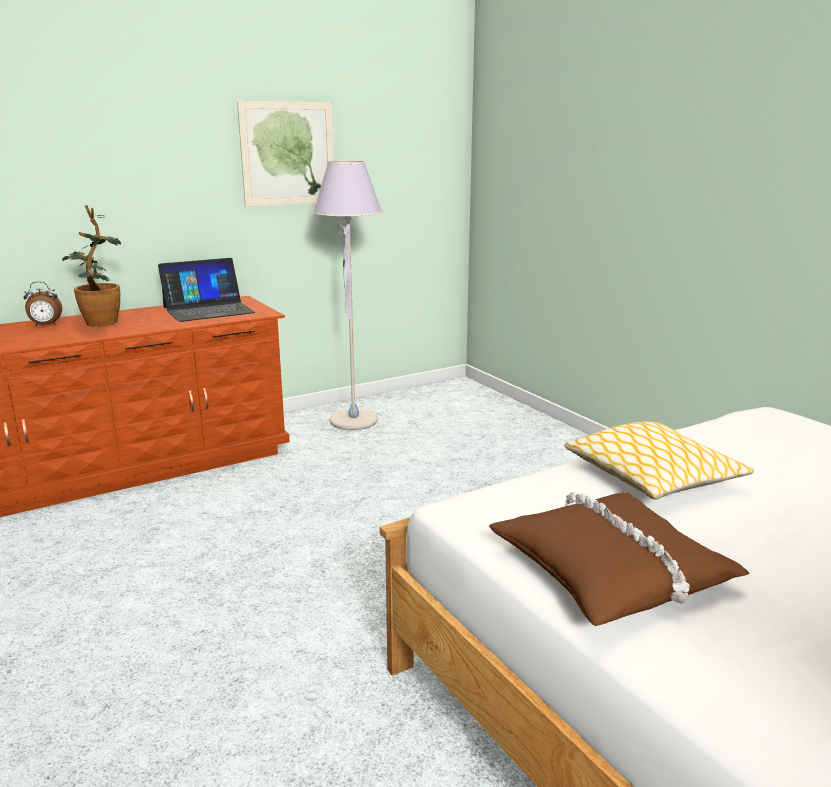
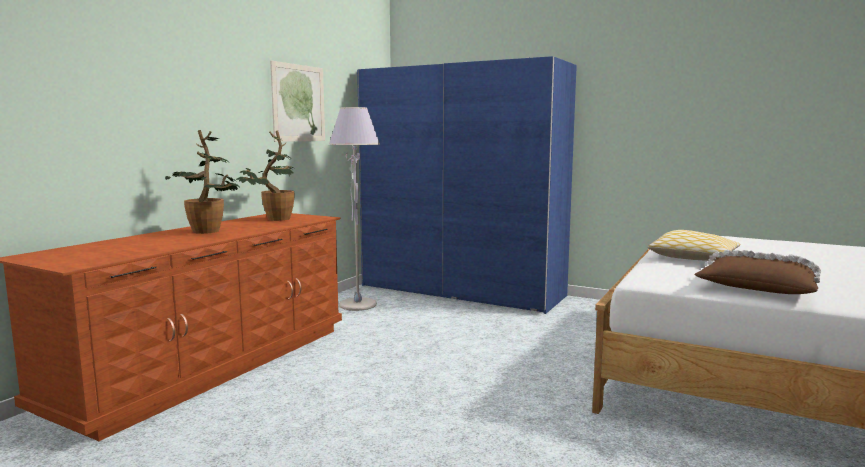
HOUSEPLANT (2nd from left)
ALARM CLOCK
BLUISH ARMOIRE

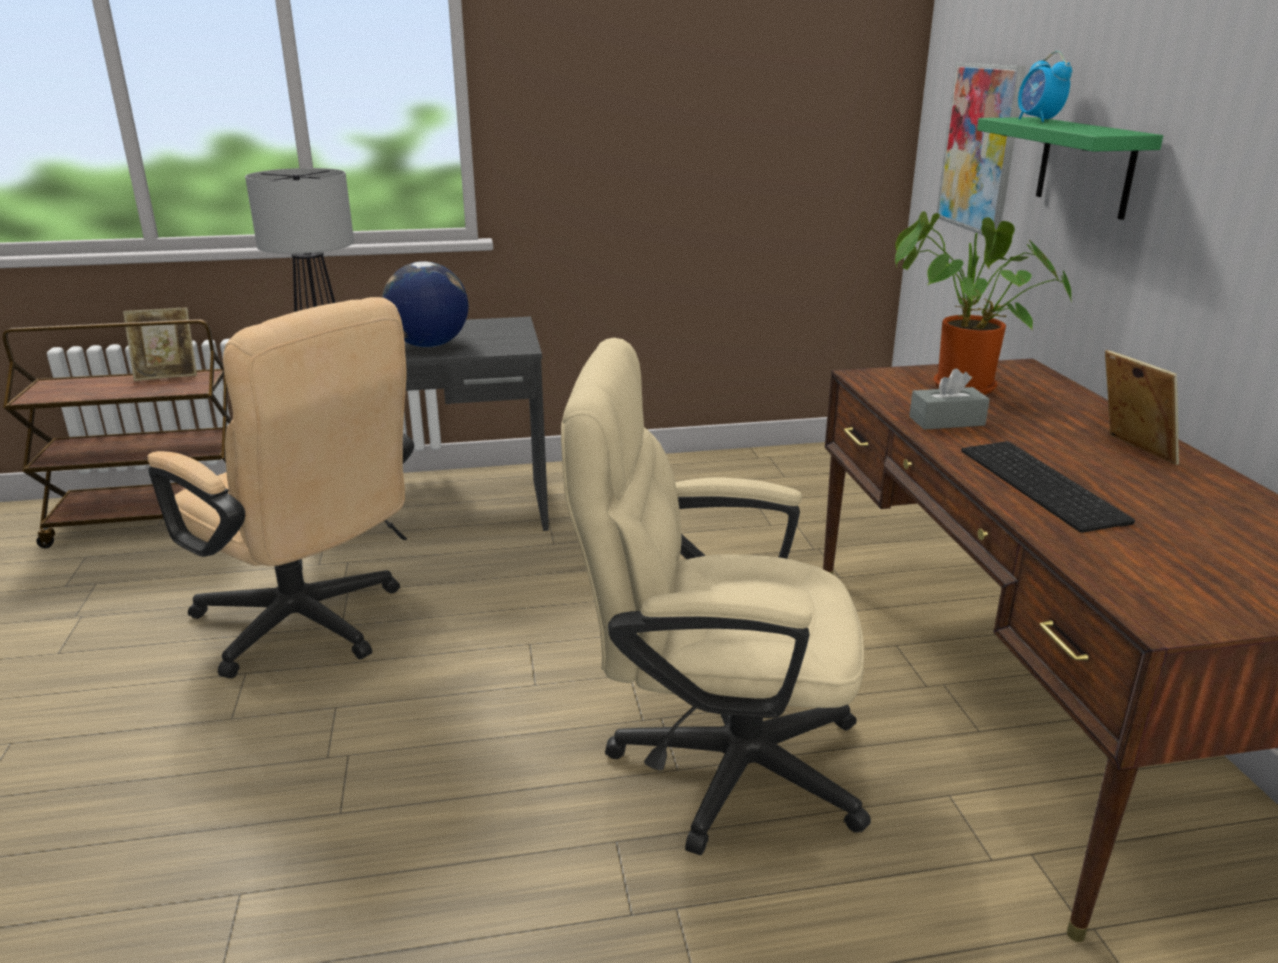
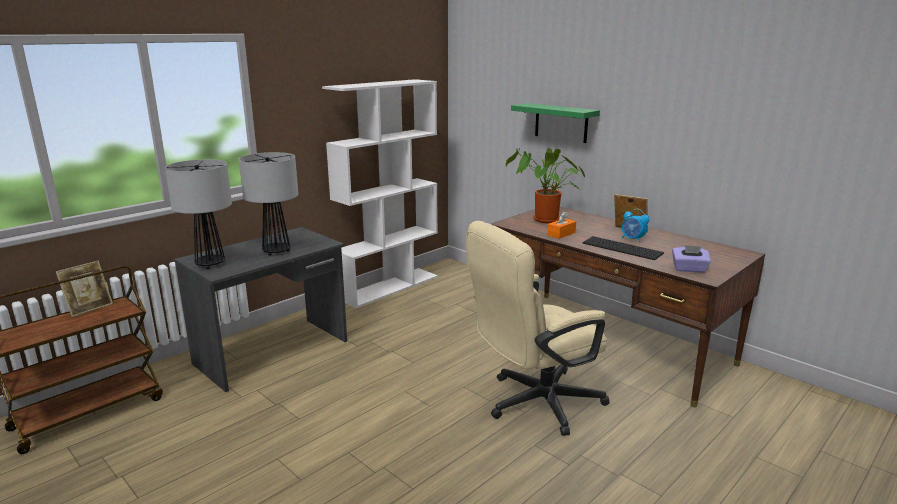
ALARM CLOCK
WALL PICTURE
LAMP FOR A TABLE (2nd from left)
SAND-COLOURED OFFICE CHAIR (1st from left in the first image)
ORANGEY BOX OF TISSUES
WHITISH SHELVING UNIT
PURPLE-COLOURED BOX OF TISSUES

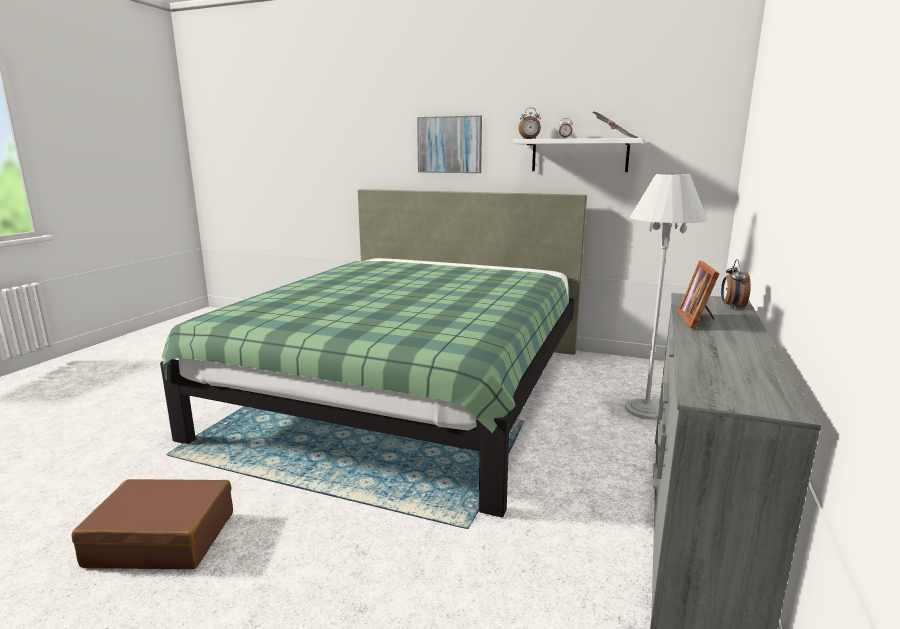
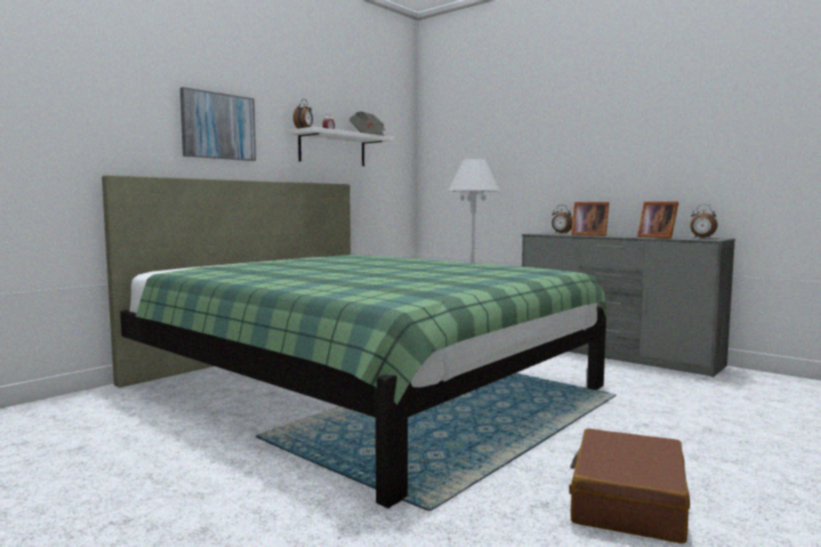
PICTURE FRAME (2nd from left)
ALARM CLOCK (4th from left)

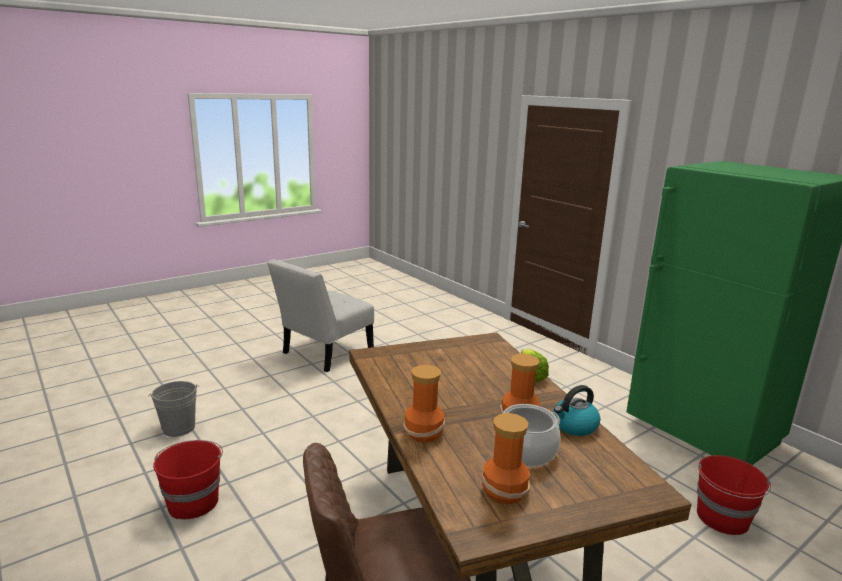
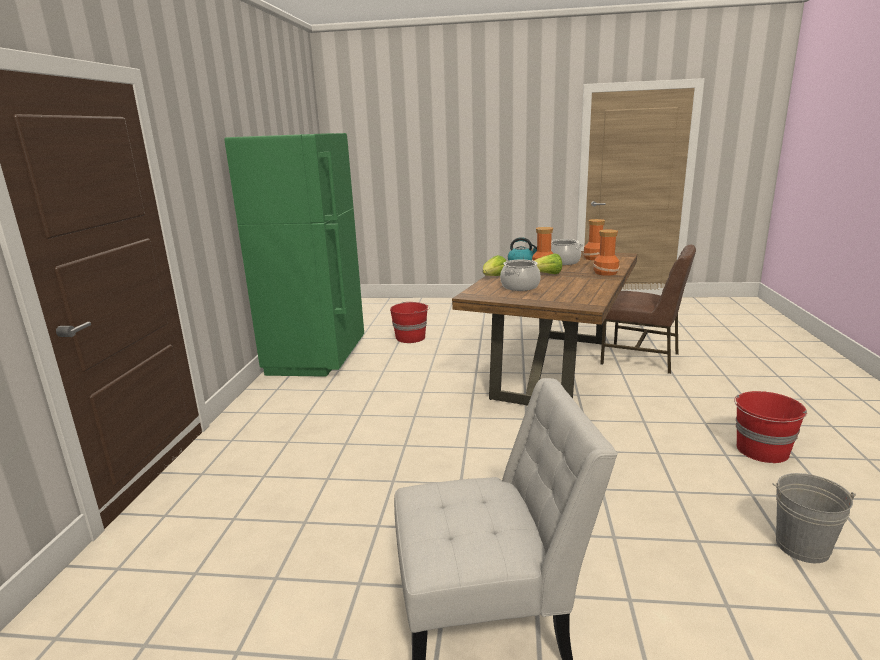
LETTUCE (2nd from left)
SAUCEPOT (1st from left)

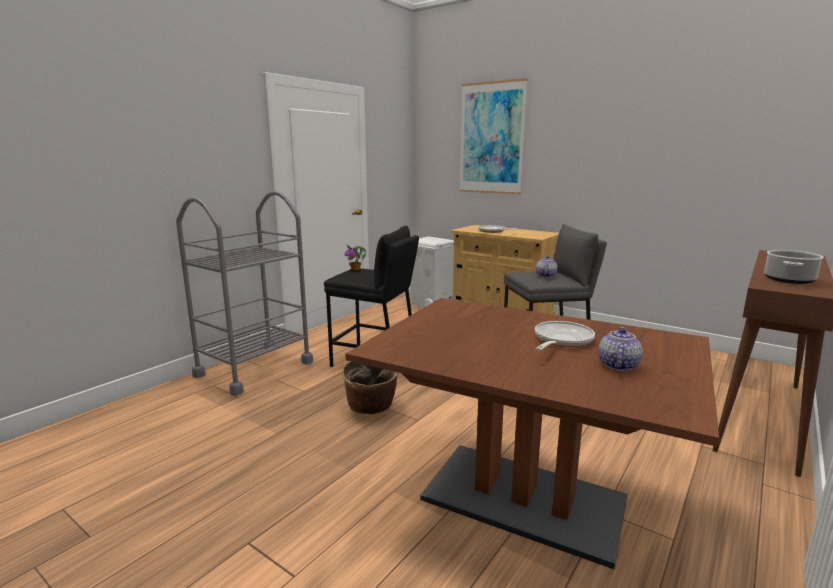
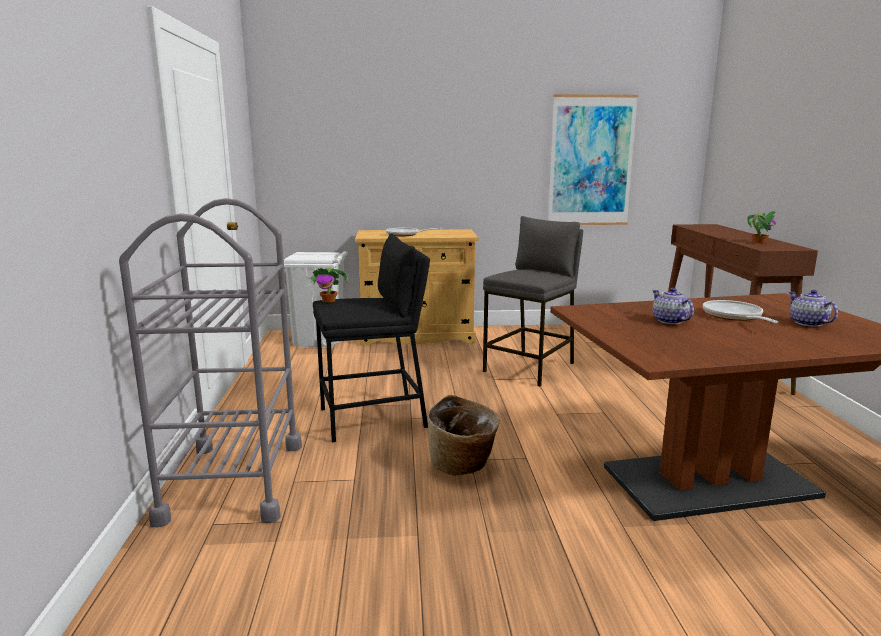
WALL PICTURE
HOUSEPLANT (2nd from left)
TEA POT (1st from left)

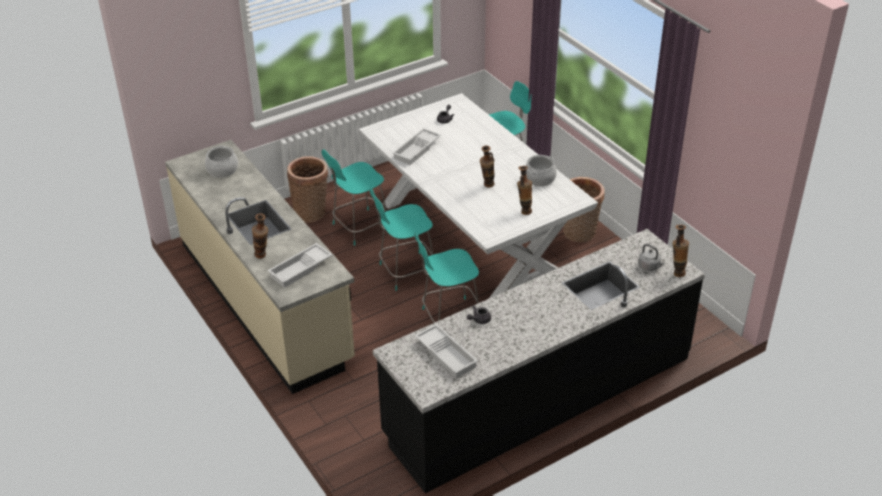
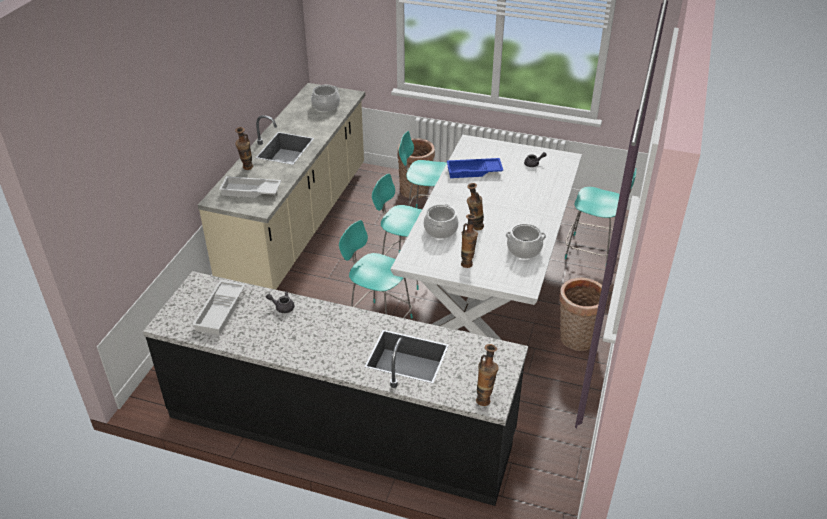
BLUISH TRAY
GREY TEA KETTLE
SAUCEPOT (2nd from left)

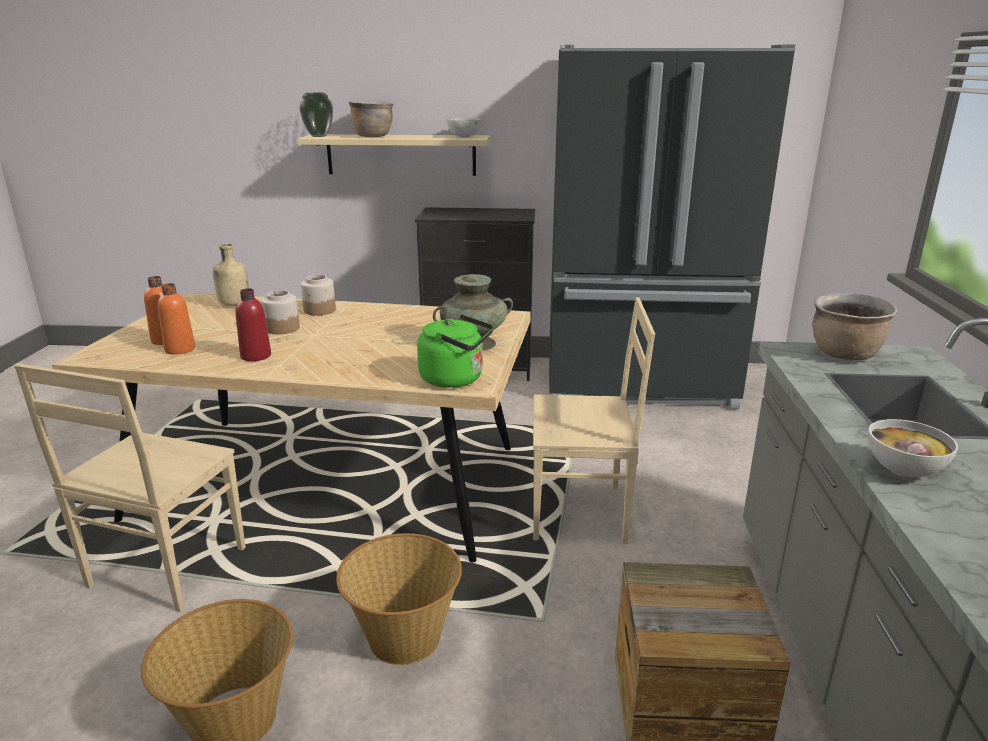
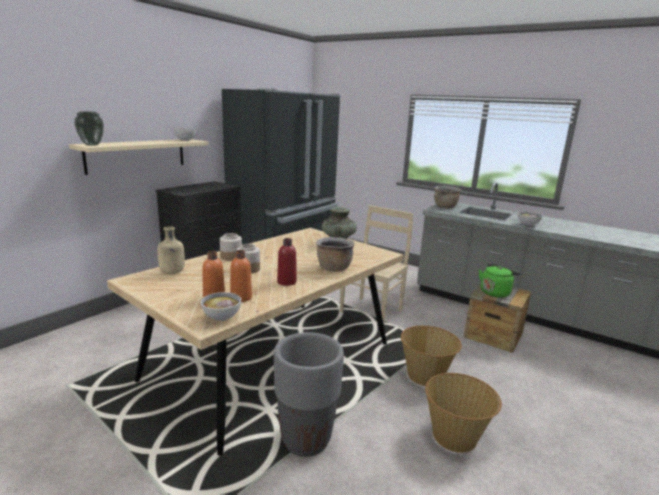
BROWN SAUCEPOT (1st from left)
GREEN TEA KETTLE
GREY FLOWER POT
SERVING BOWL (2nd from left)

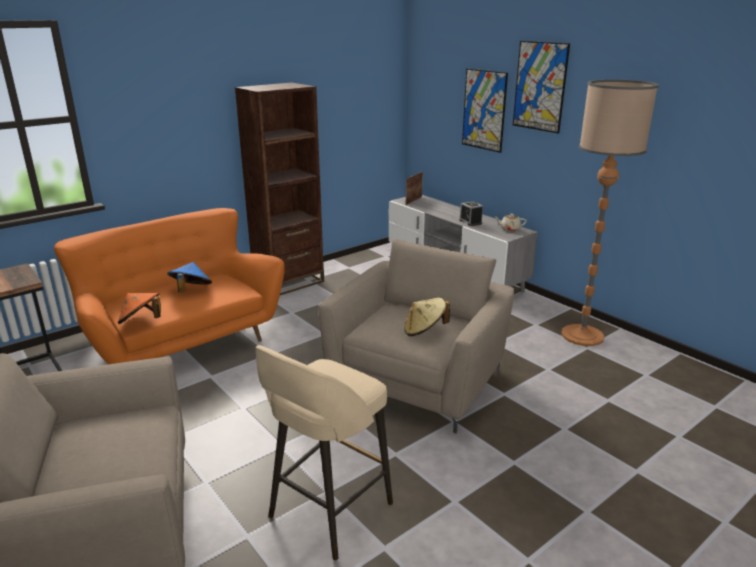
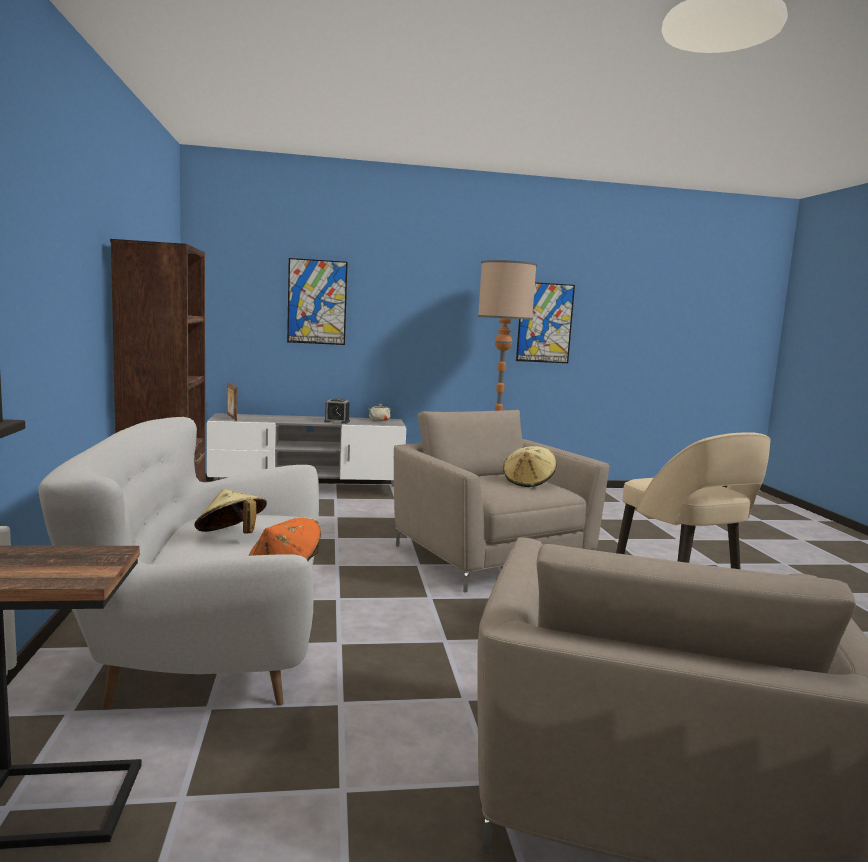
WALL PICTURE (2nd from left)
WHITISH SETTEE
SAND-COLOURED HAT (1st from left)

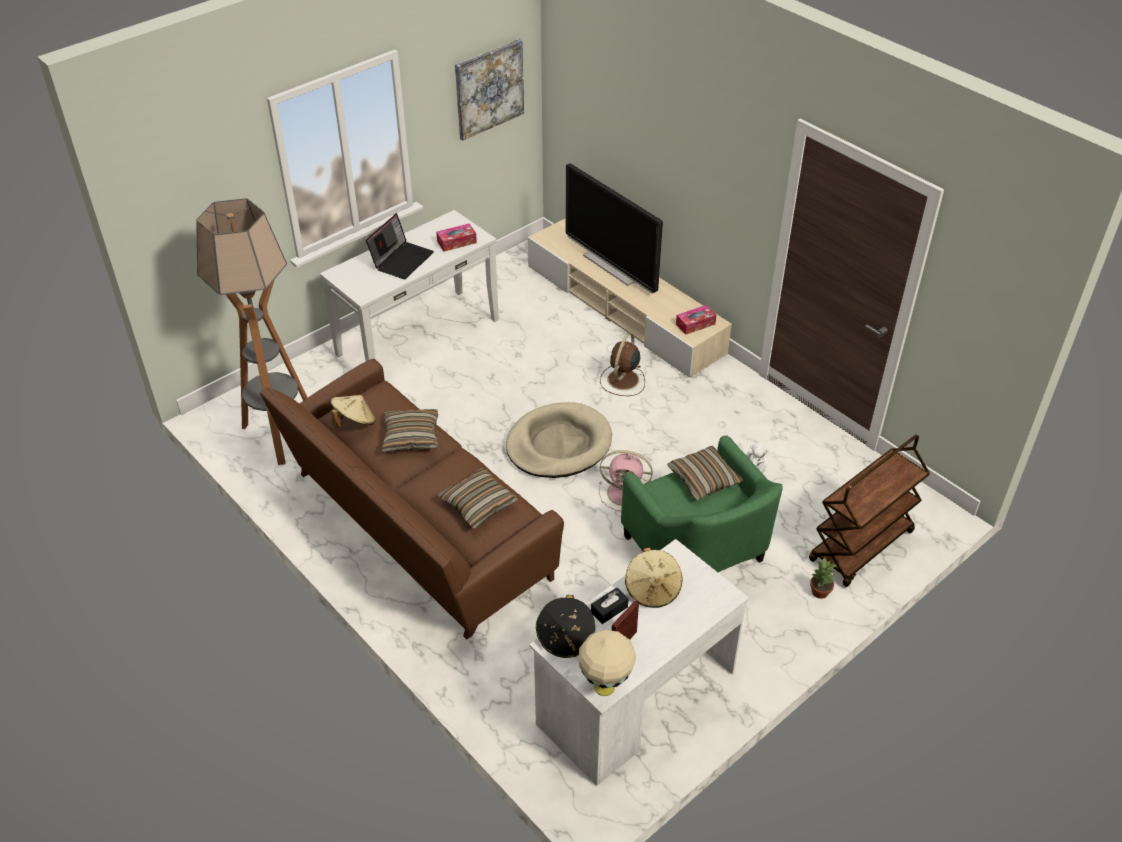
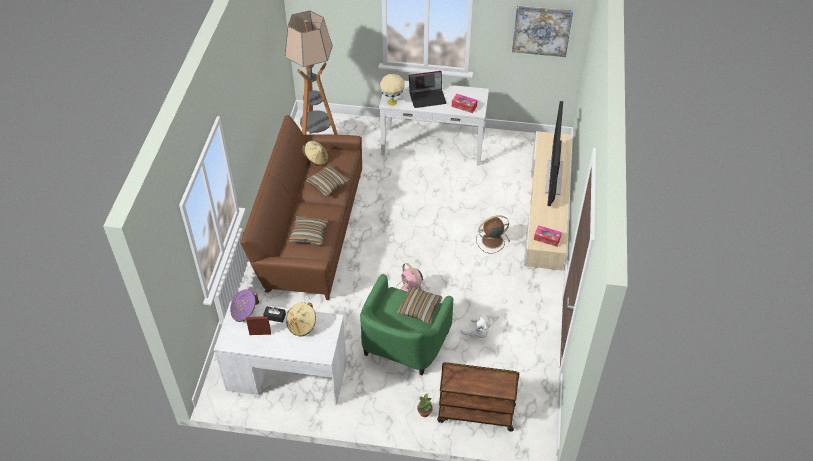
SAND-COLOURED DOG BED
PURPLE-COLOURED HAT
SAND-COLOURED LAMP FOR A TABLE

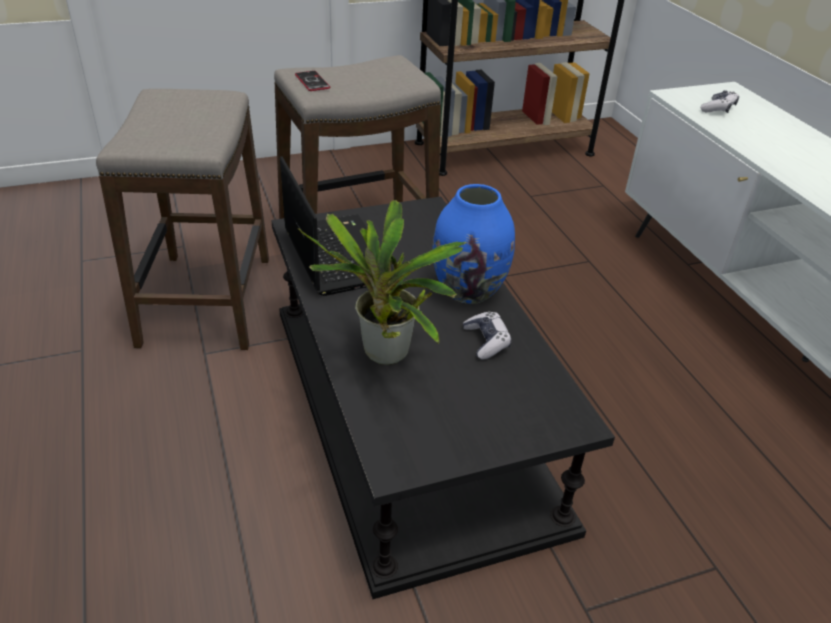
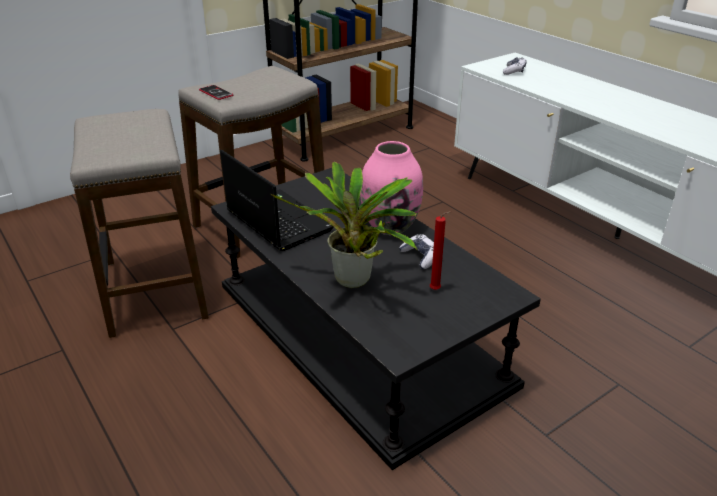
PINKISH VASE
REDDISH WAX CANDLE

